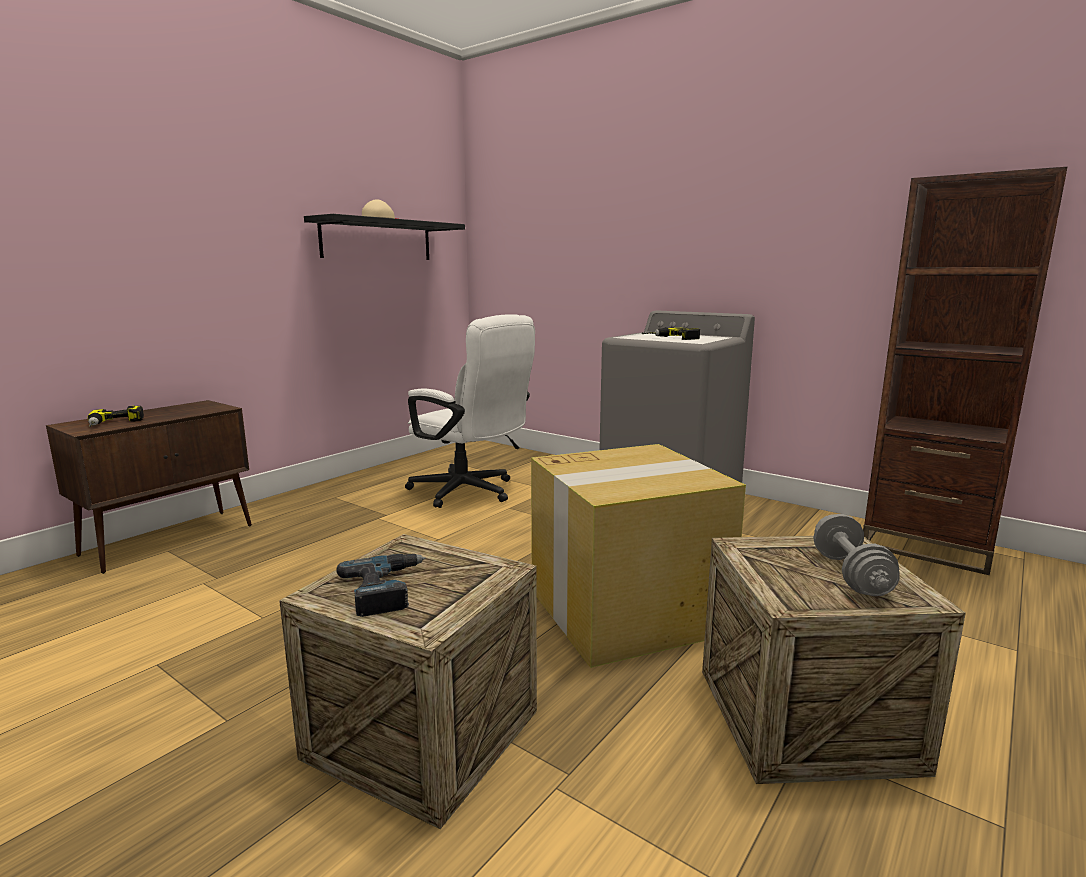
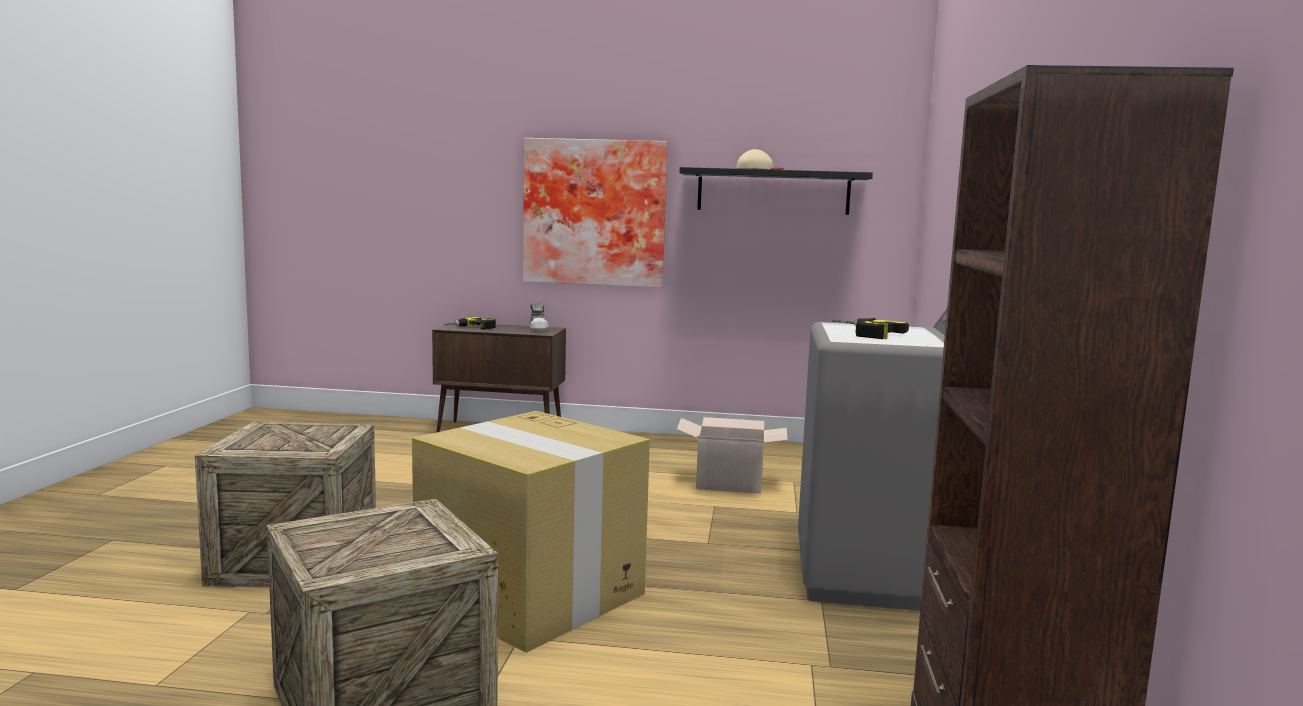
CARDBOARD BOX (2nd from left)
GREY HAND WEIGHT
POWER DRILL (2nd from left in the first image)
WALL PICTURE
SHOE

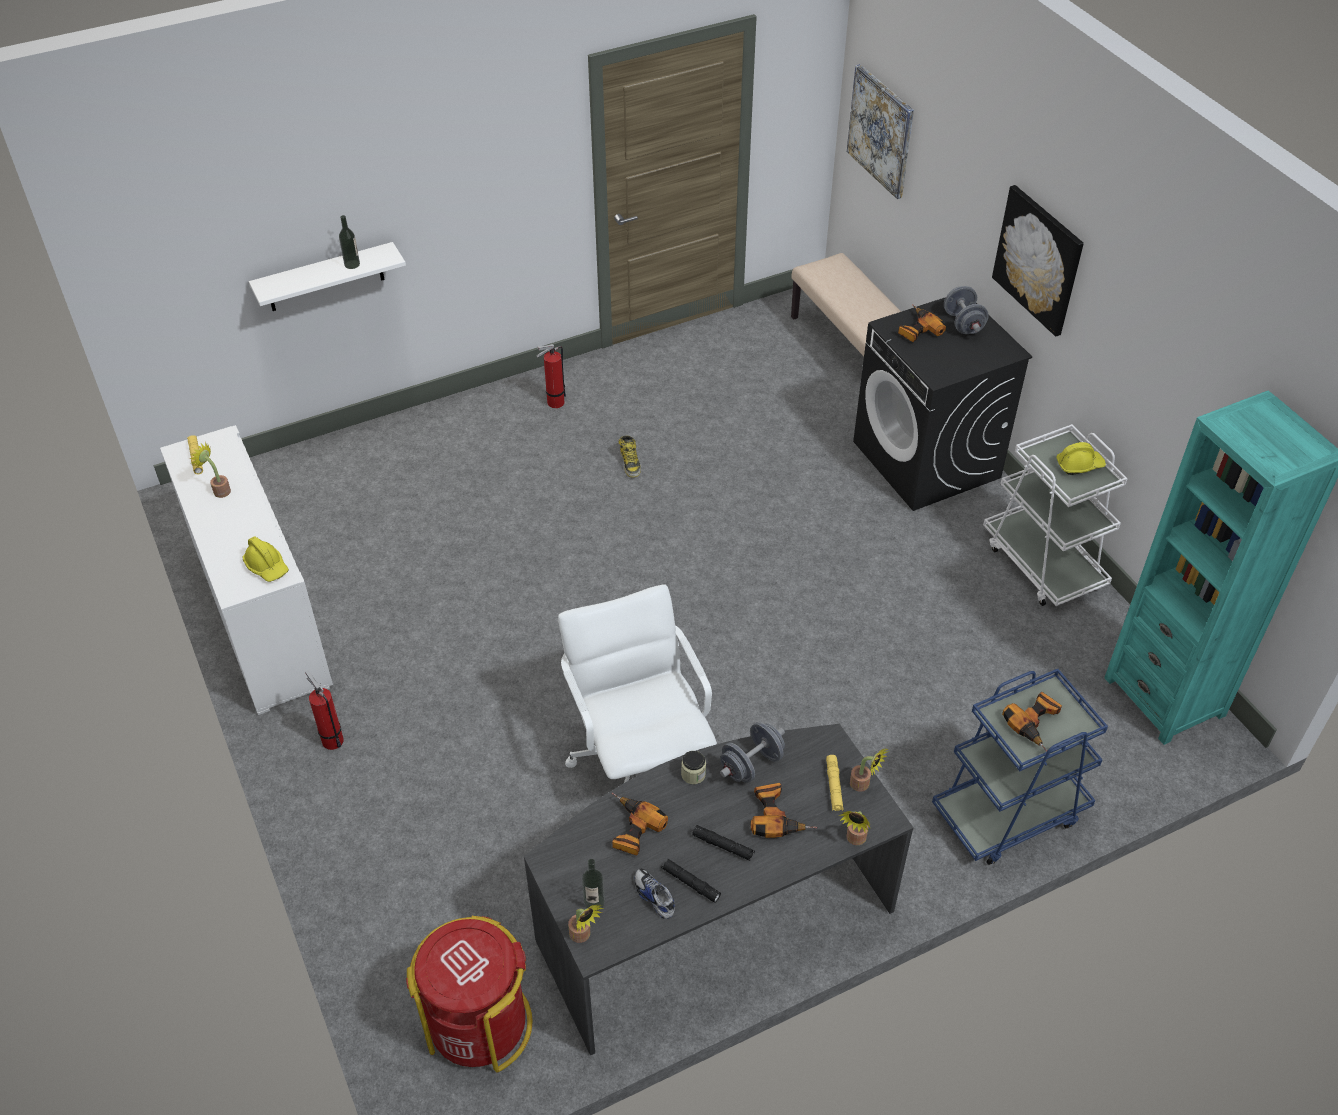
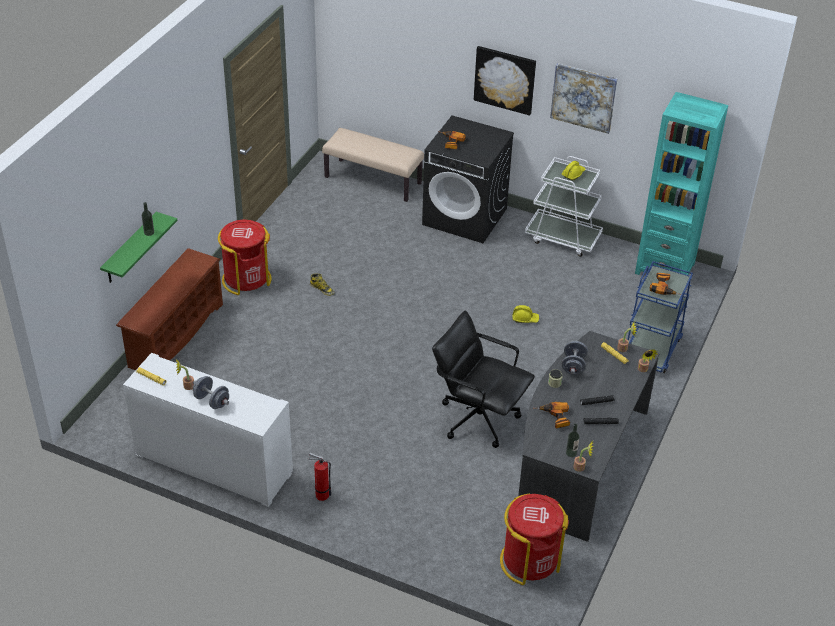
WALL PICTURE (2nd from left)
GREEN BRACKET SHELF
GREY HAND WEIGHT (1st from left)
REDDISH TRASH CAN (1st from left)
YELLOW WORK HELMET (1st from left)
BLACK-COLOURED OFFICE CHAIR
POWER DRILL (2nd from left in the first image)
SHOE
BROWN SHOE STAND

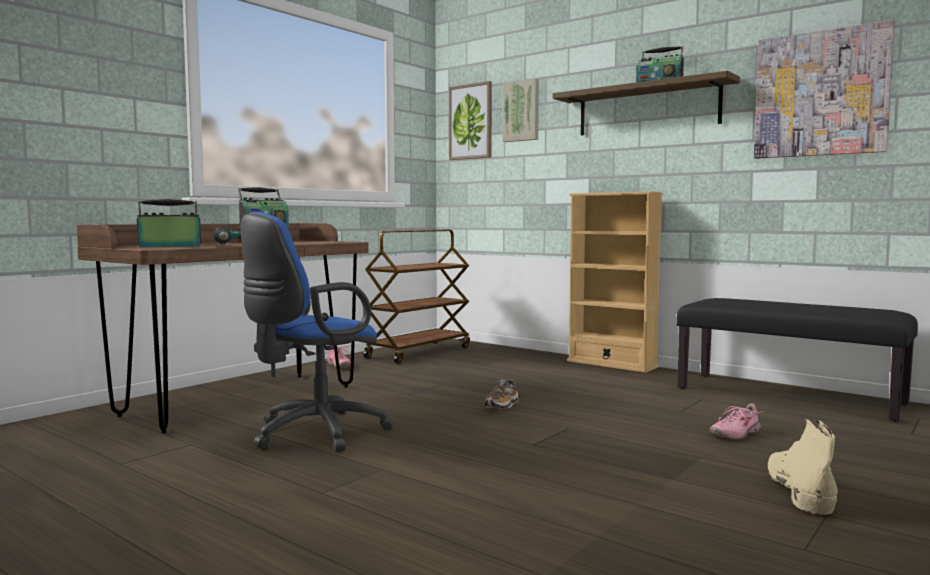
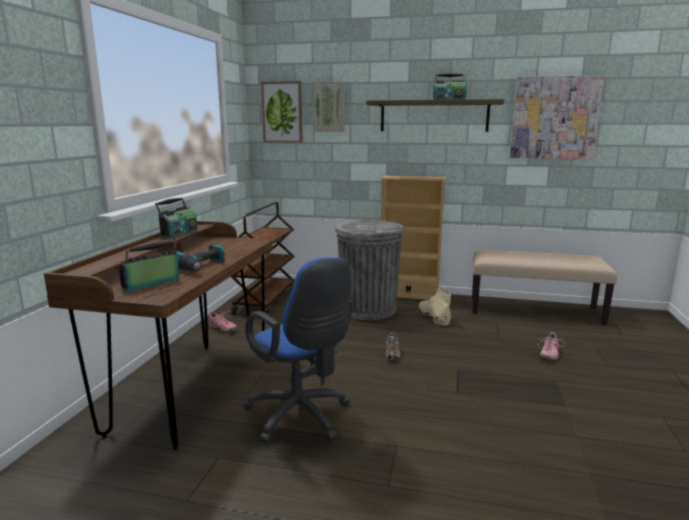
BLUISH OFFICE CHAIR
SAND-COLOURED INDOOR BENCH
SAND-COLOURED HIGH-TOP BOOT
GREY TRASH CAN

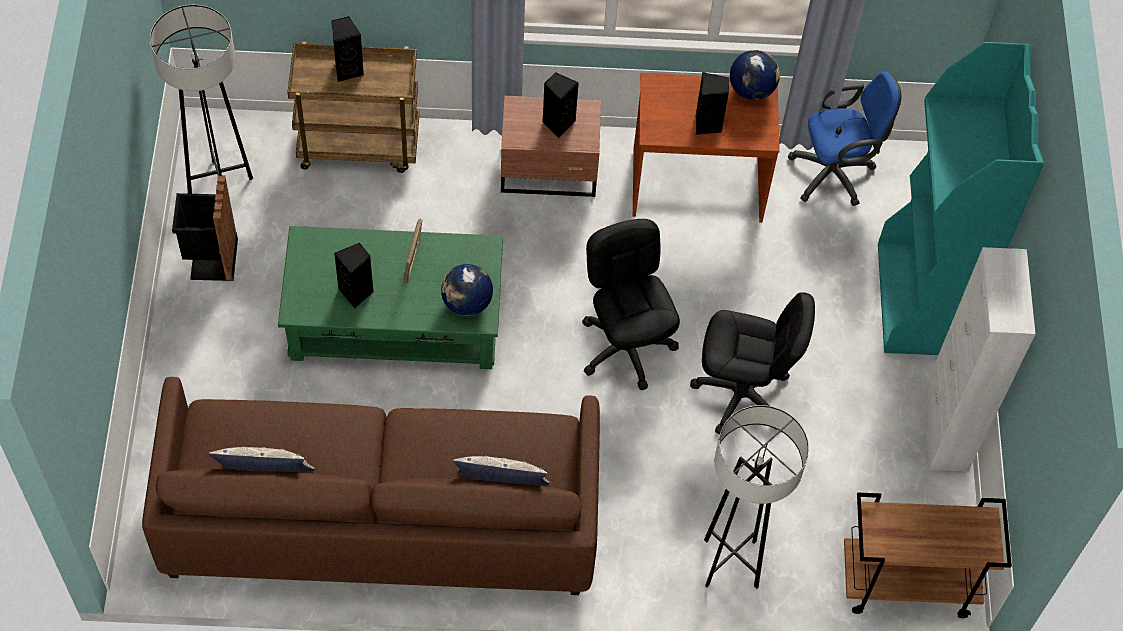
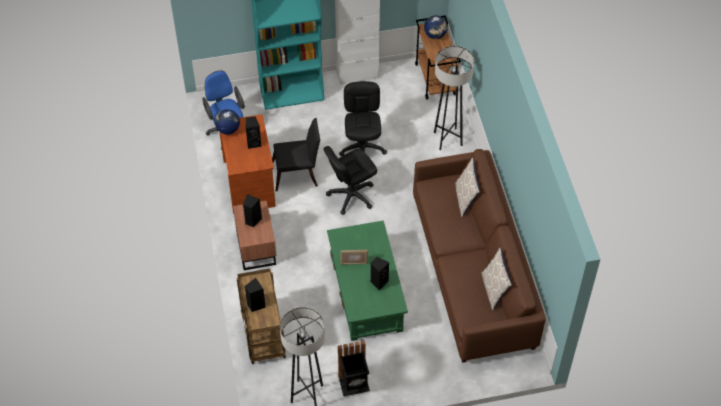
DESK GLOBE (2nd from left)
BLACK-COLOURED CHAIR

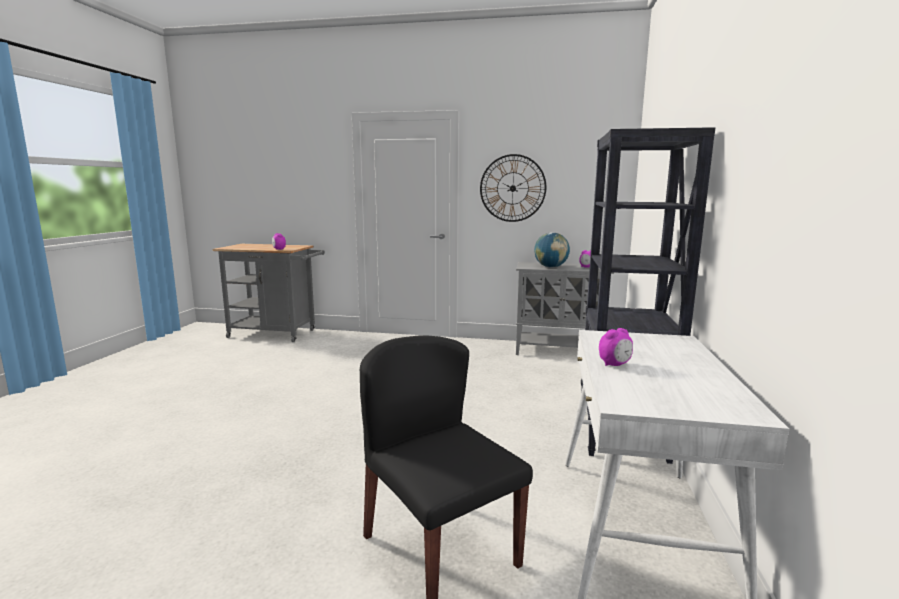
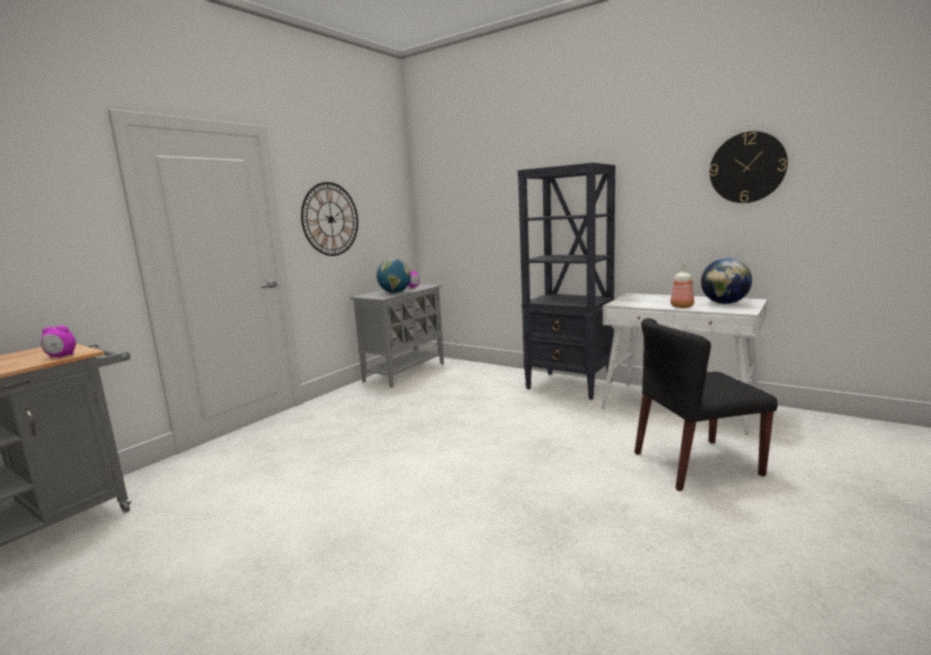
BOTTLE
WALL CLOCK (2nd from left)
DESK GLOBE (2nd from left)

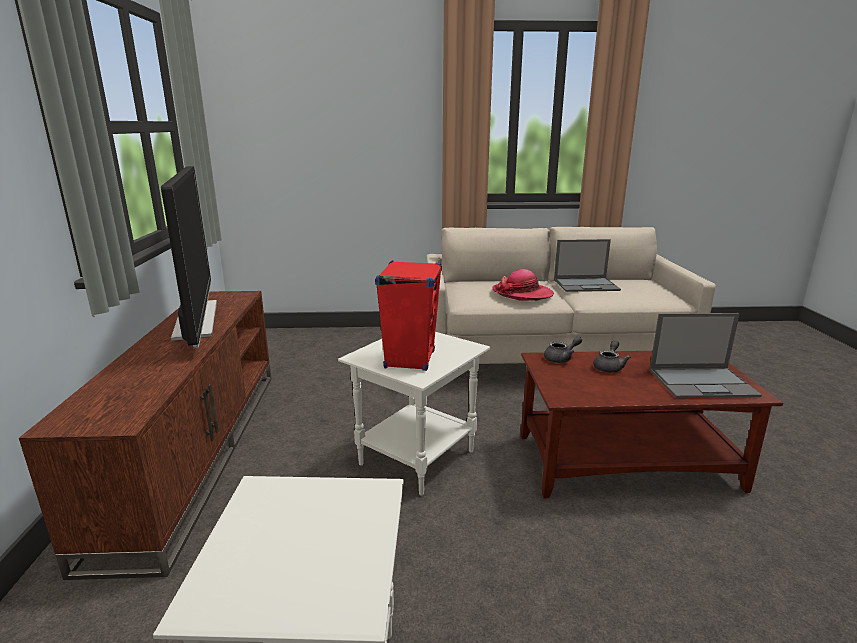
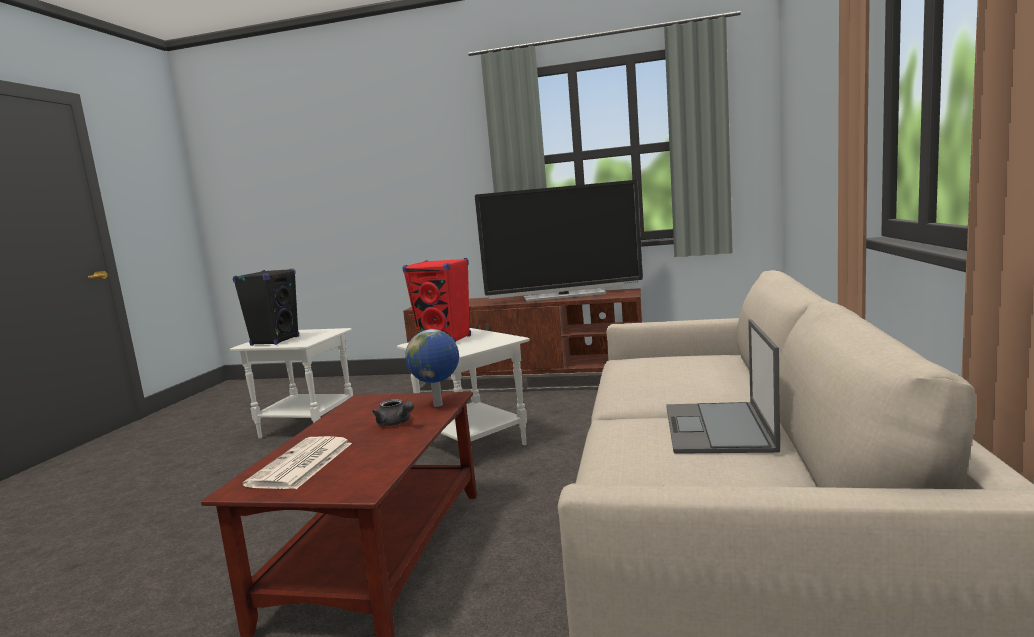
HAT
PRINTED PAPER
DESK GLOBE
BLACK-COLOURED SPEAKER

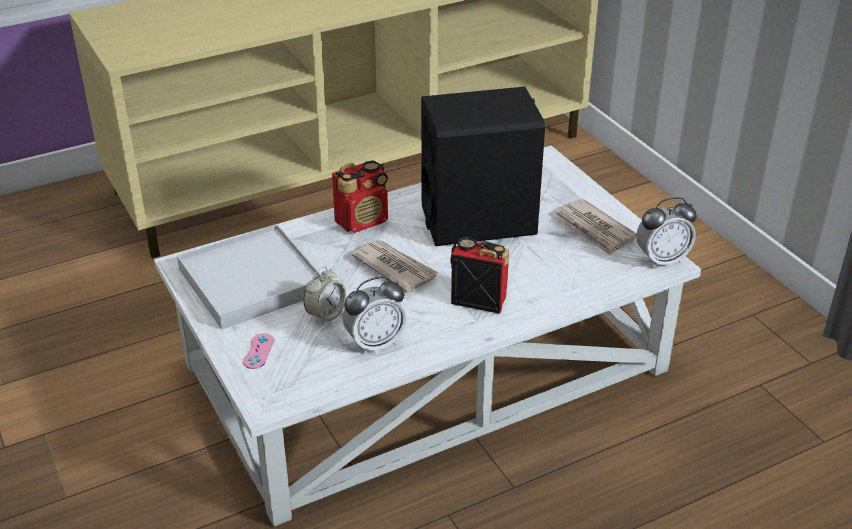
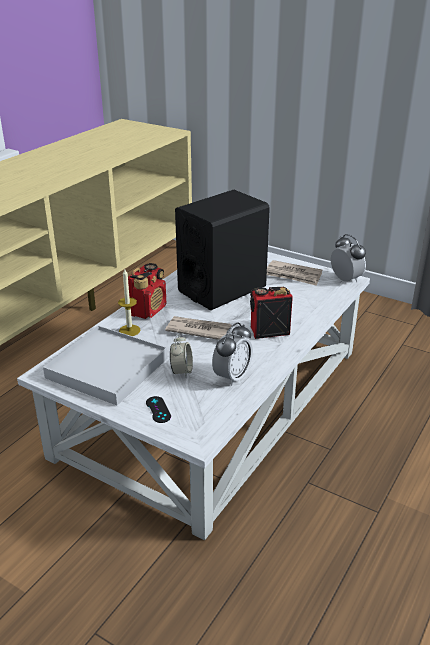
ALARM CLOCK (3rd from left)
BLACK-COLOURED GAME CONTROLLER
WAX CANDLE

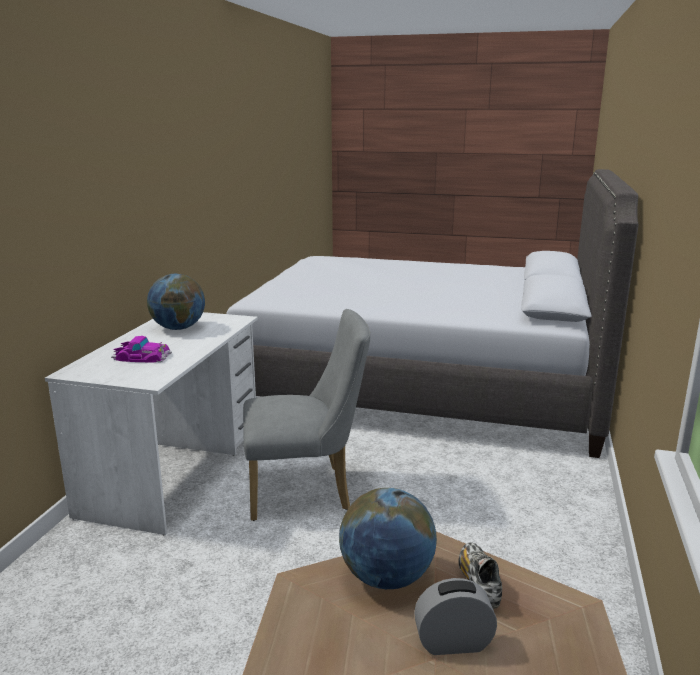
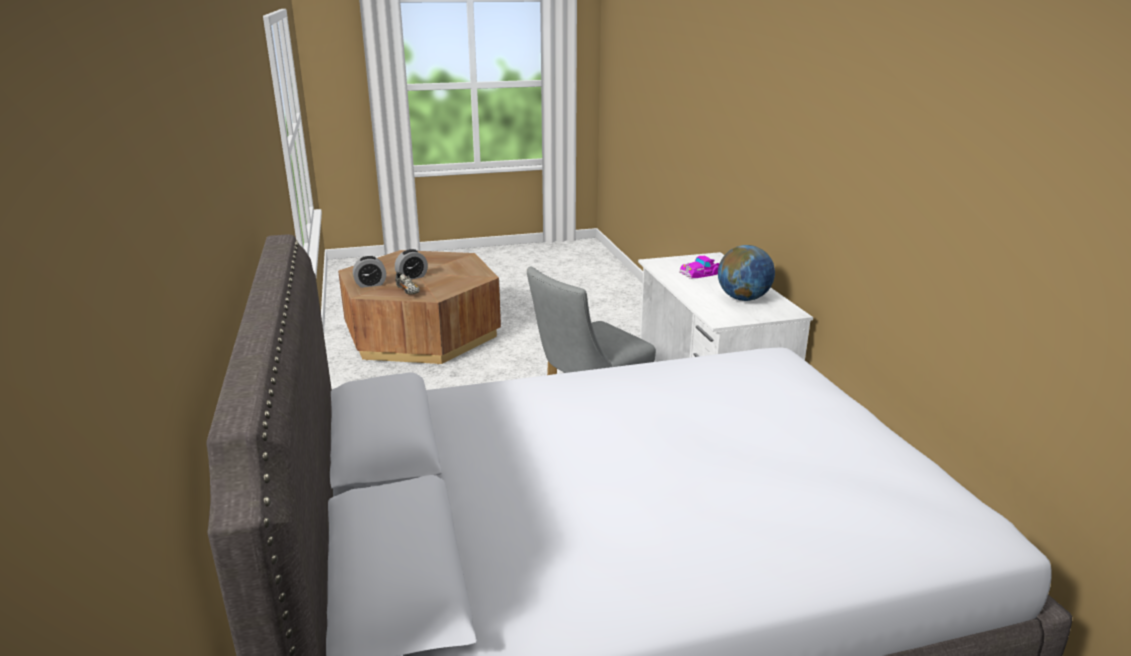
DESK GLOBE (2nd from left in the first image)
ALARM CLOCK (1st from left)

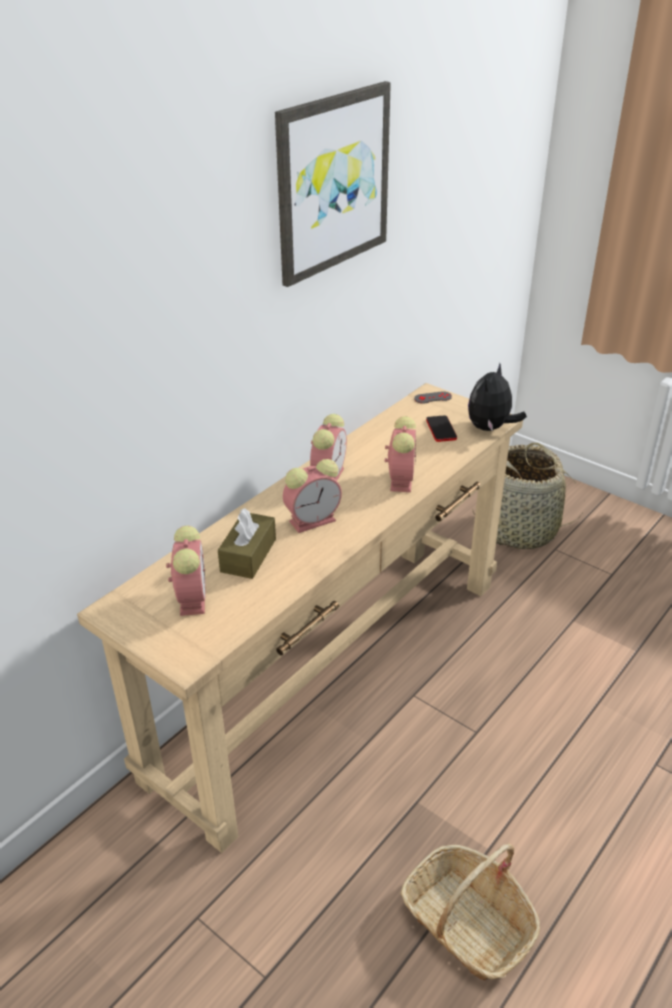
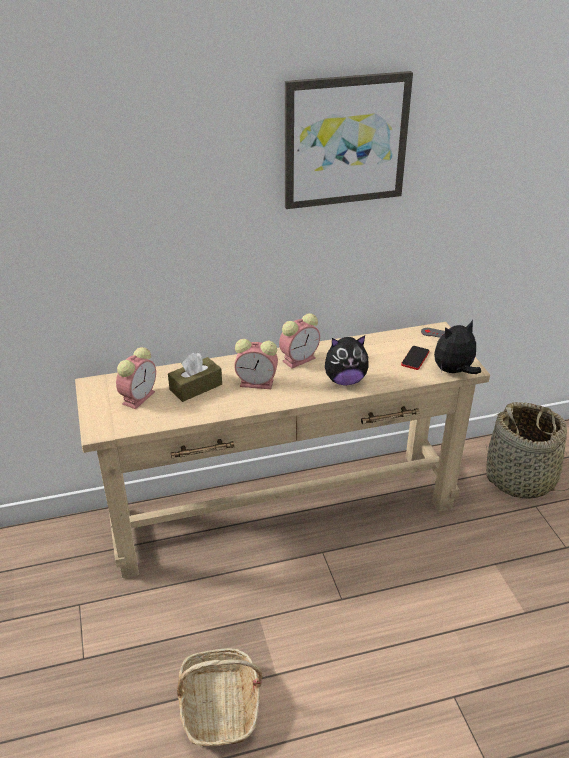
PLUSH TOY (1st from left)

